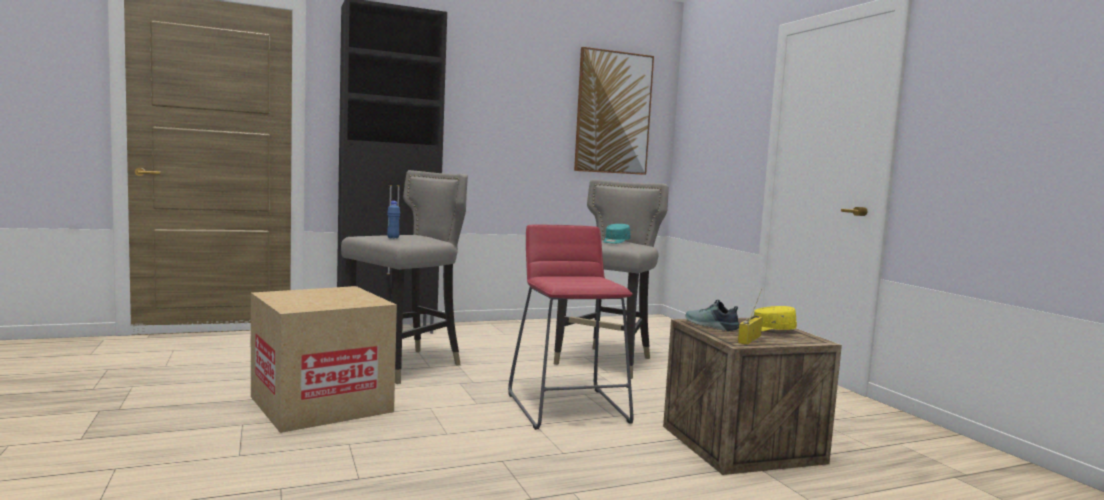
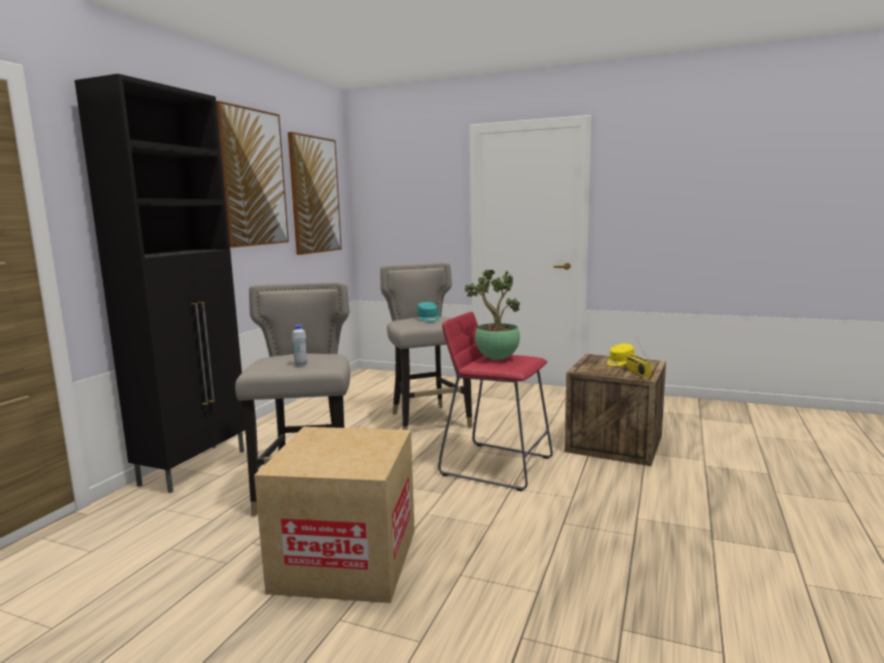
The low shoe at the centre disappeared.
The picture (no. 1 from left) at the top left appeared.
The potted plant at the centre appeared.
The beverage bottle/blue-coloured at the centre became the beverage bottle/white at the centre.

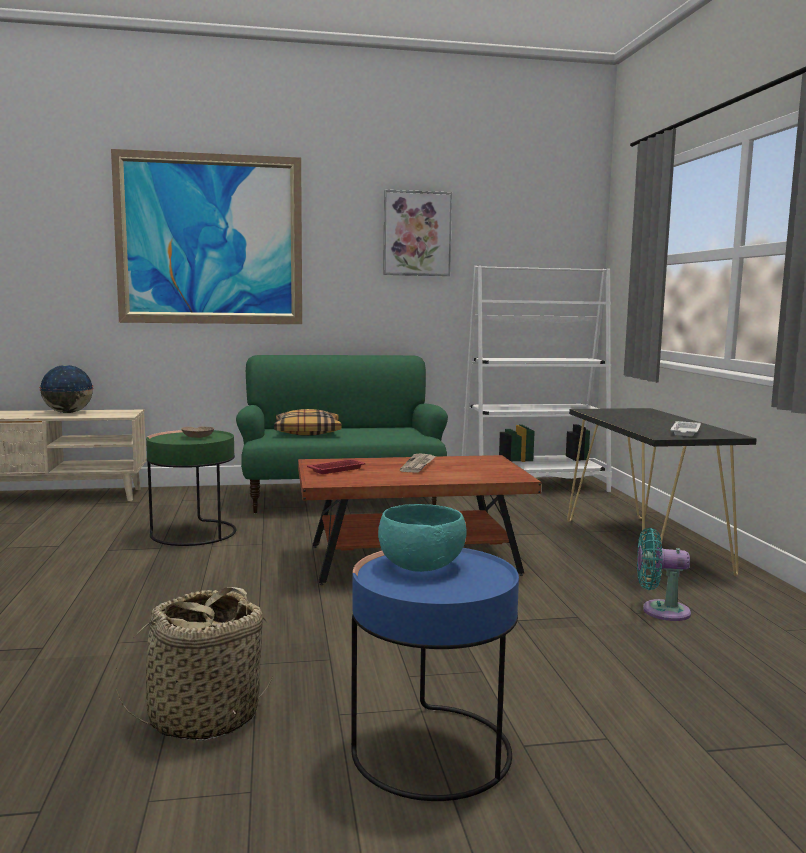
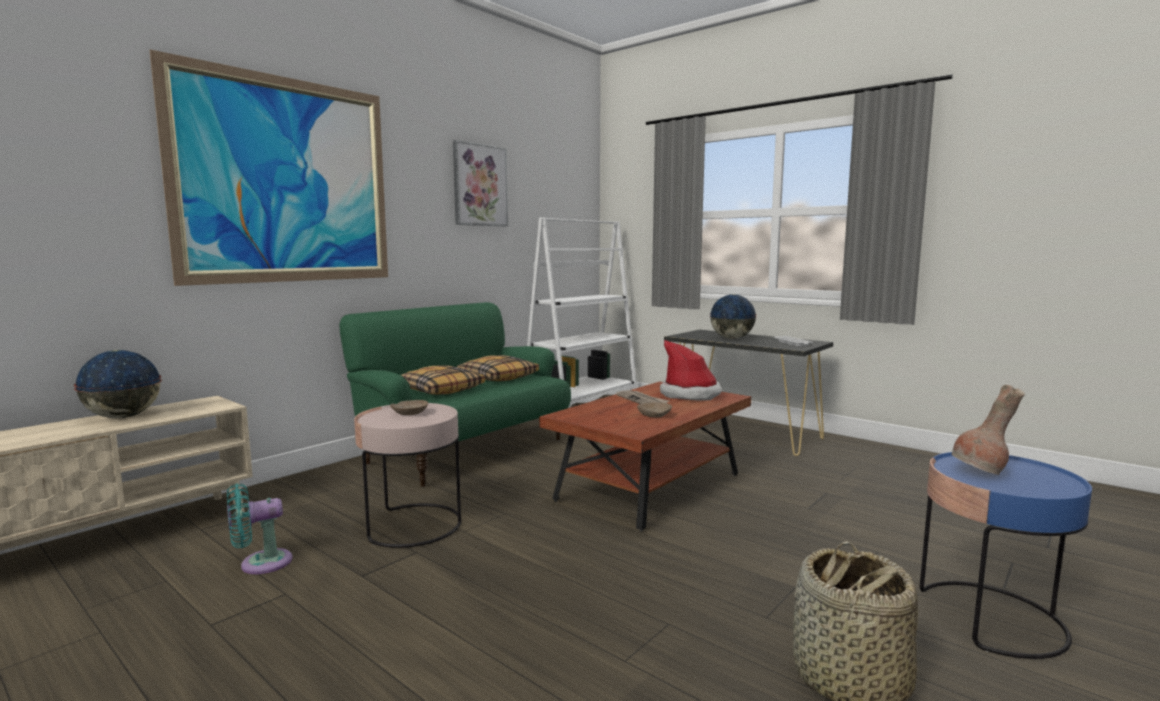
The tray/reddish at the centre disappeared.
The pillow (no. 2 from left) at the centre appeared.
The serving bowl/sand-coloured (no. 2 from left) at the centre appeared.
The clothing hat at the centre appeared.
The world globe (no. 2 from left) at the centre appeared.
The fan/turquoise-coloured moved from the bottom right to the bottom left.
The serving bowl/turquoise-coloured at the centre was replaced by the vase/brown at the middle right.
The accent table/greenish at the middle left became the accent table/pinkish at the bottom centre.

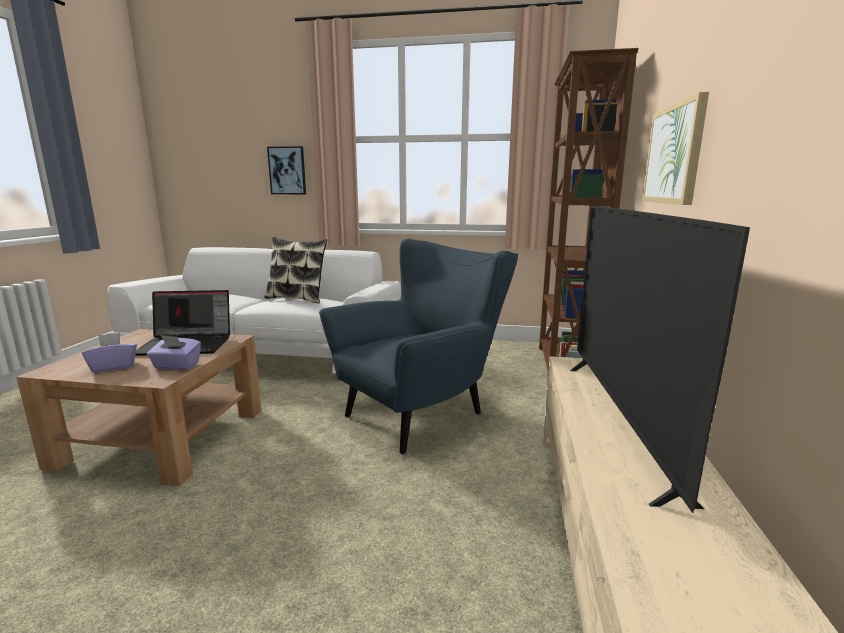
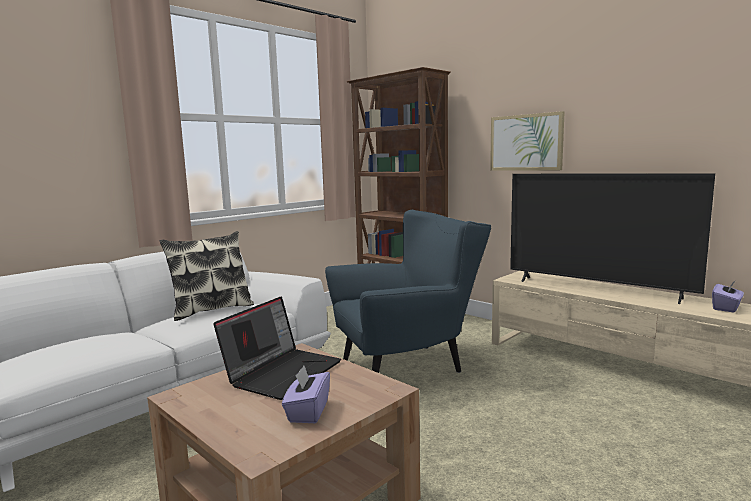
The picture (no. 1 from left) at the top centre disappeared.
The box of tissues/purplish (no. 2 from left) moved from the middle left to the middle right.
The lounge chair/blue-coloured at the centre turned 75 degrees clockwise.

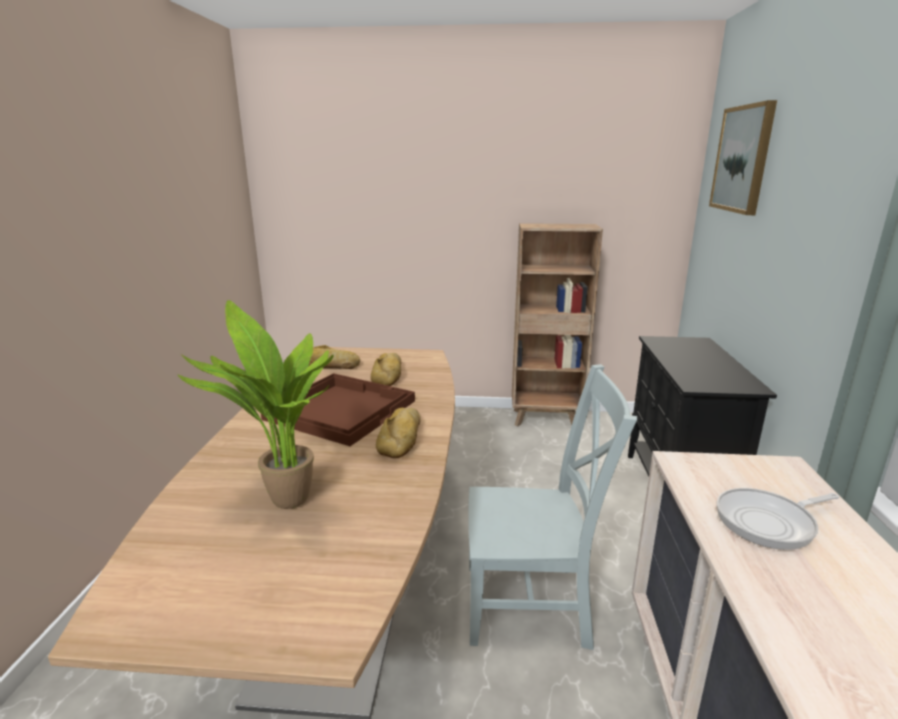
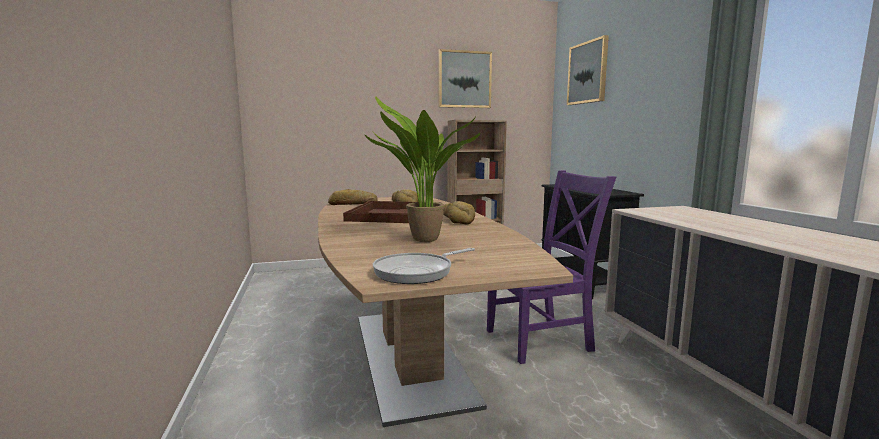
The picture (no. 1 from left) at the top centre appeared.
The skillet moved from the bottom right to the centre.
The upright chair/grey at the bottom centre became the upright chair/purplish at the centre.

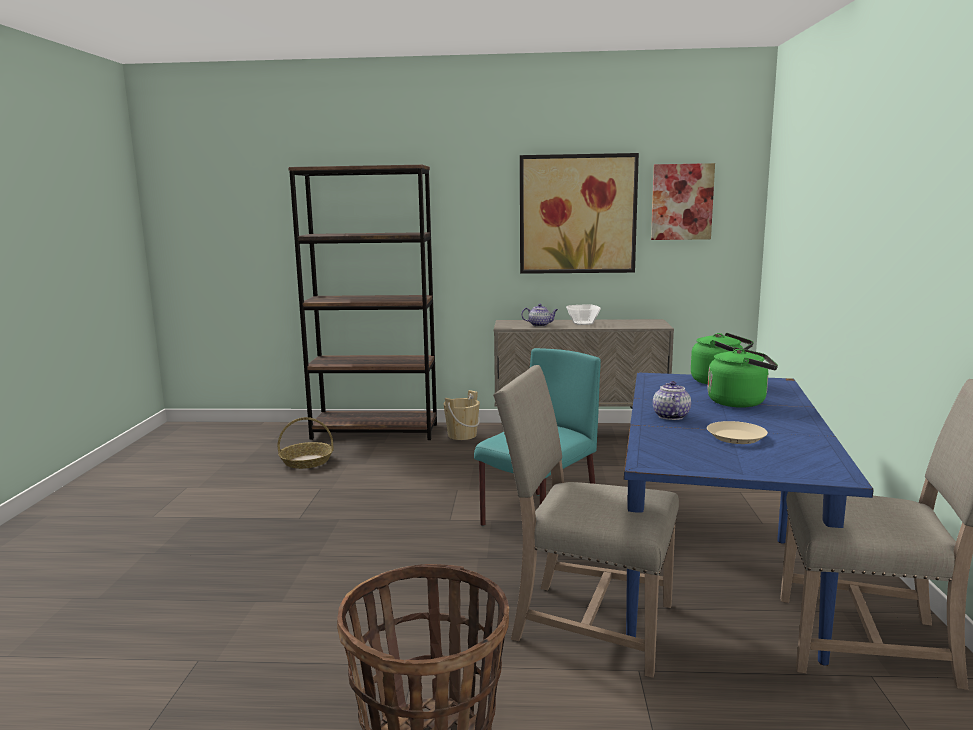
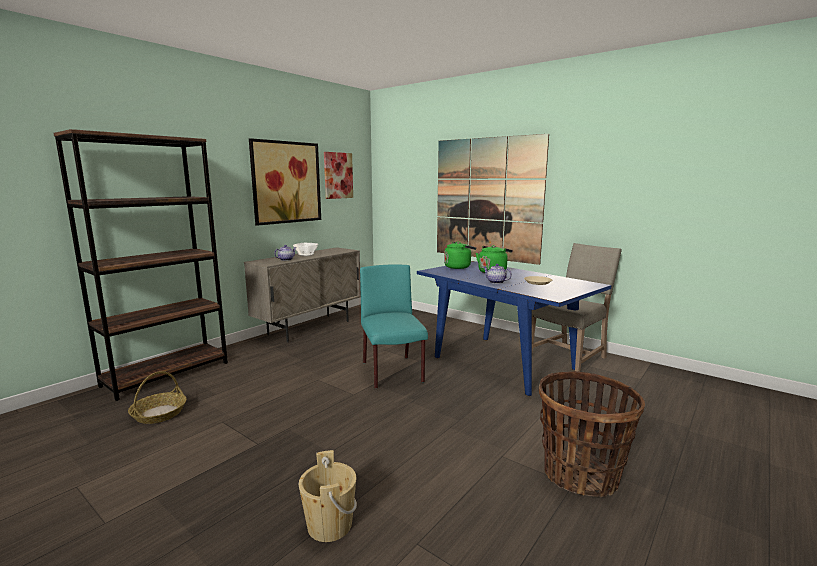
The upright chair/sand-coloured (no. 1 from left) at the bottom centre disappeared.
The picture (no. 3 from left) at the centre appeared.
The pail/sand-coloured moved from the centre to the bottom centre.

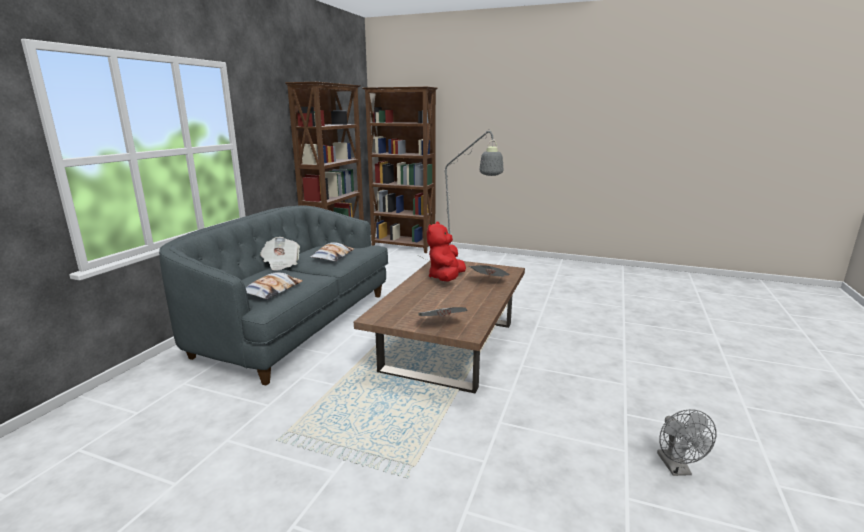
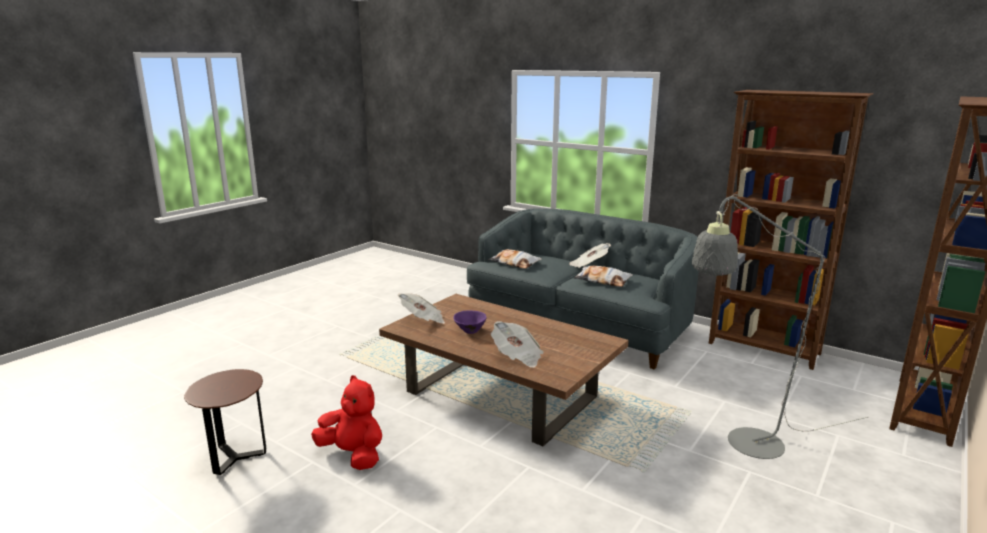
The serving bowl/purplish at the centre appeared.
The plush toy/reddish moved from the centre to the bottom centre.
The fan/grey at the bottom right was replaced by the accent table/brown at the bottom left.

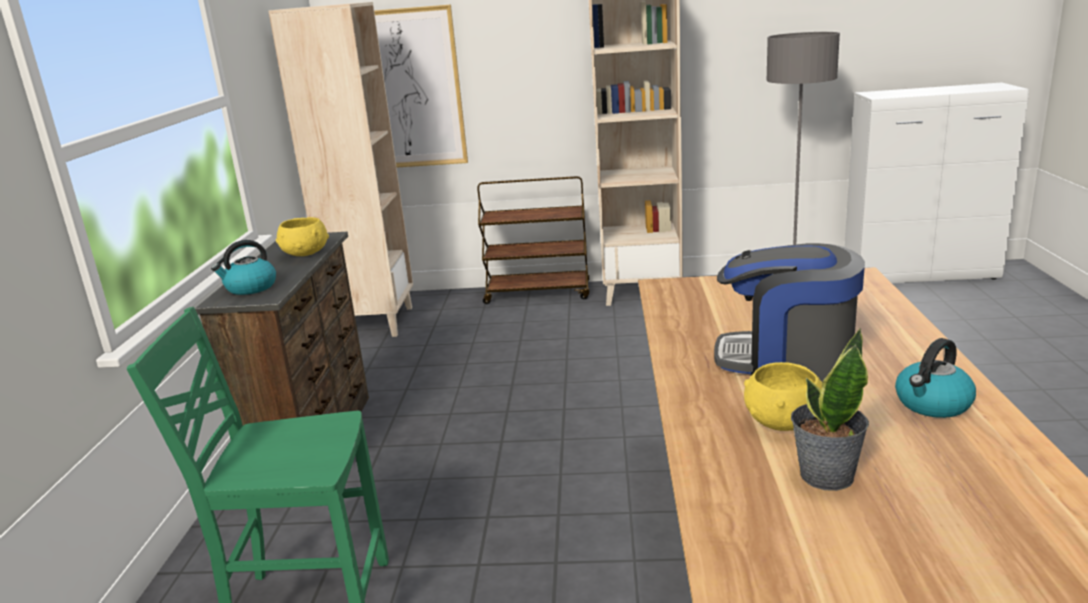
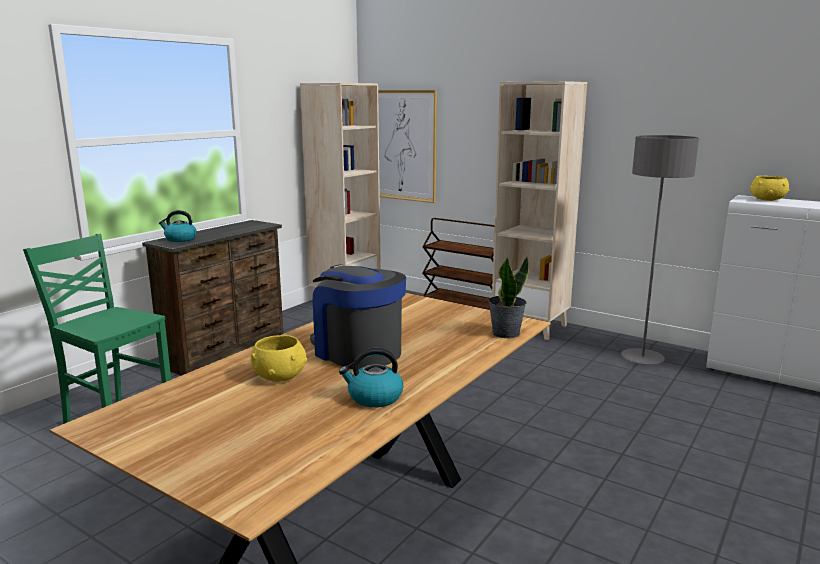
The serving bowl/yellowish (no. 1 from left in the first image) moved from the middle left to the middle right.
The potted plant moved from the bottom right to the centre.

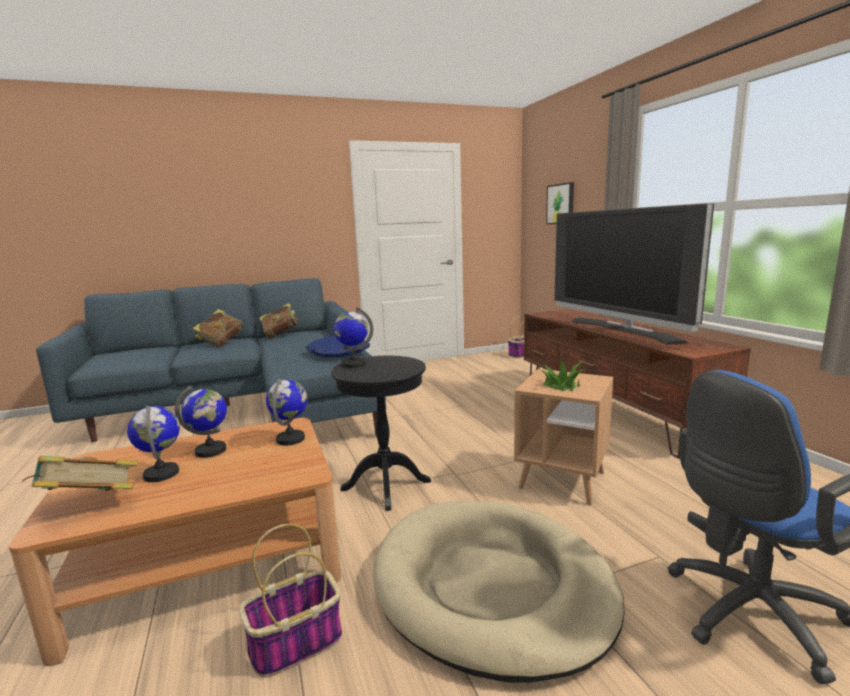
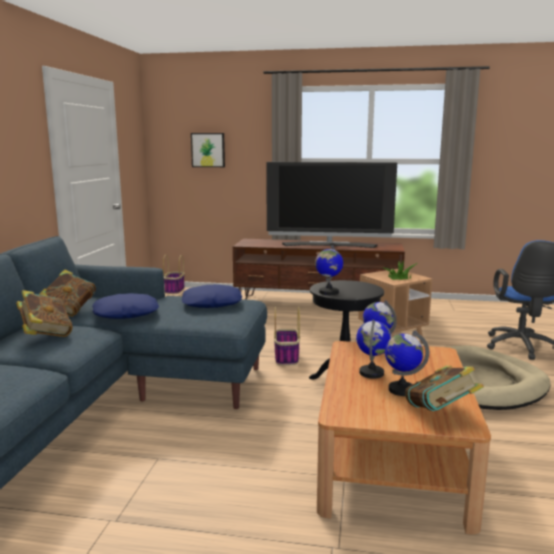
The pillow/blue-coloured (no. 1 from left) at the middle left appeared.
The household basket (no. 1 from left in the first image) moved from the bottom centre to the centre.

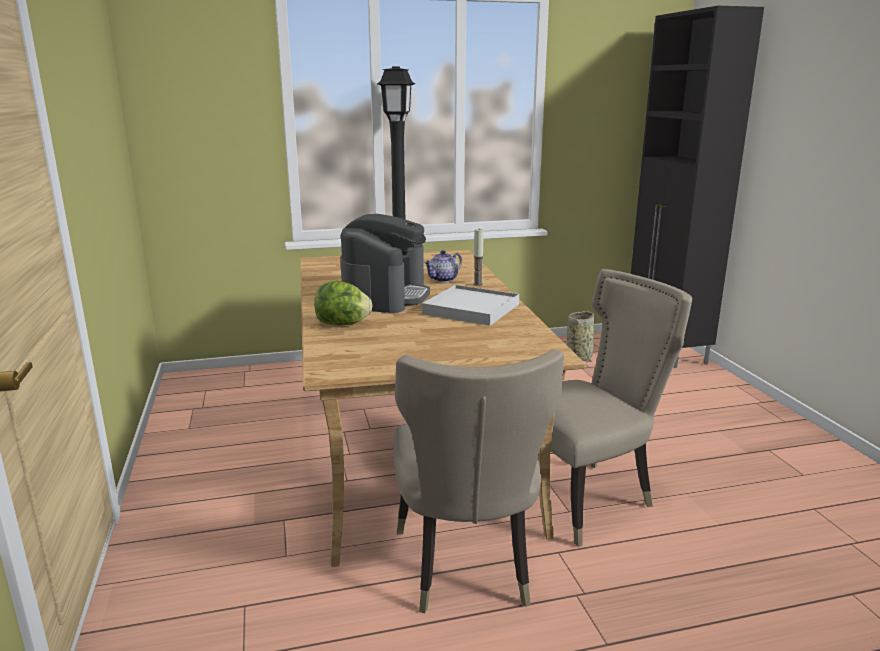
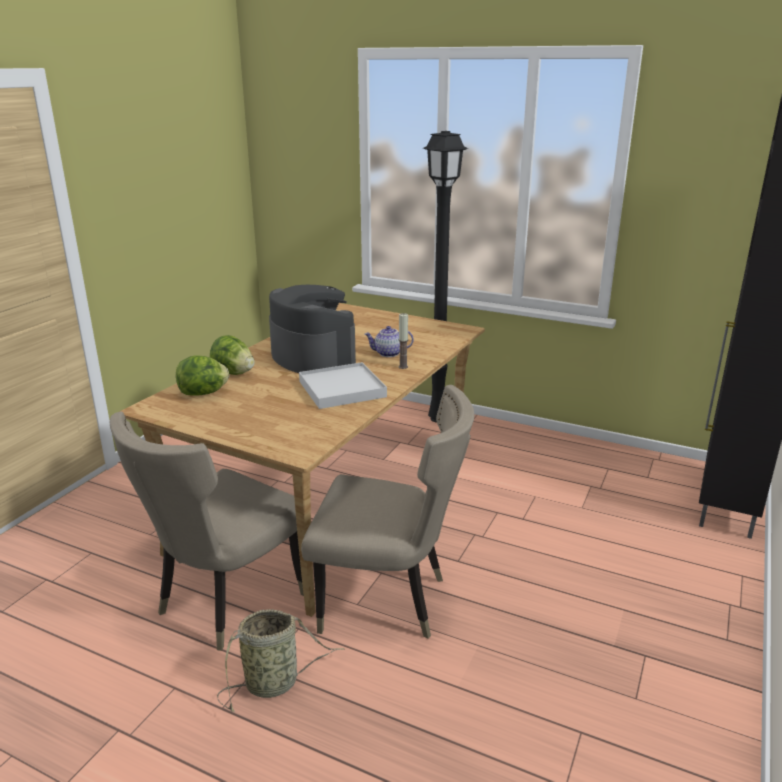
The head of lettuce (no. 1 from left) at the middle left appeared.
The household basket moved from the centre to the bottom centre.
The coffee maker at the centre turned 90 degrees counterclockwise.

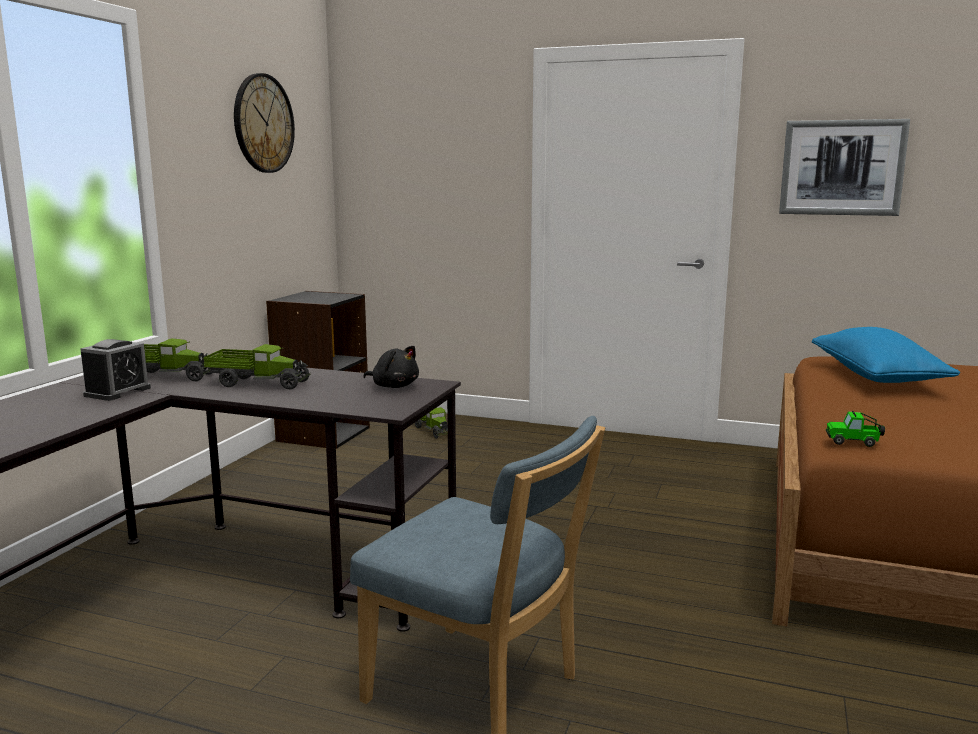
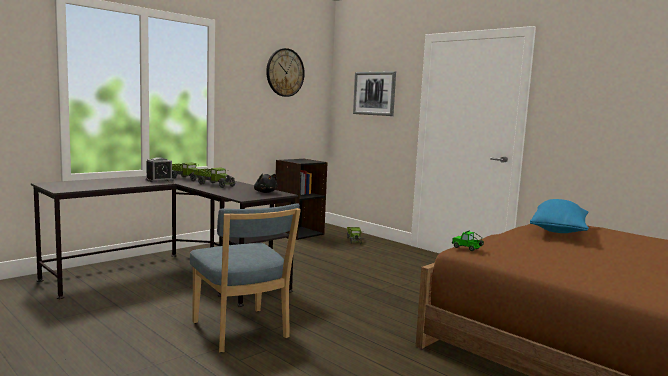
The picture moved from the top right to the top centre.

